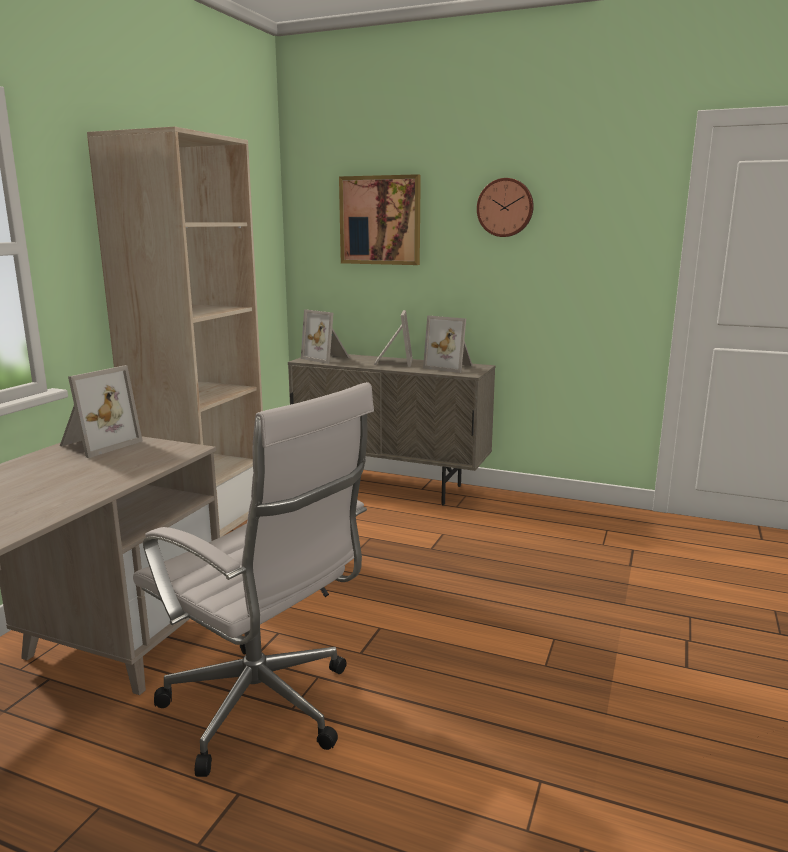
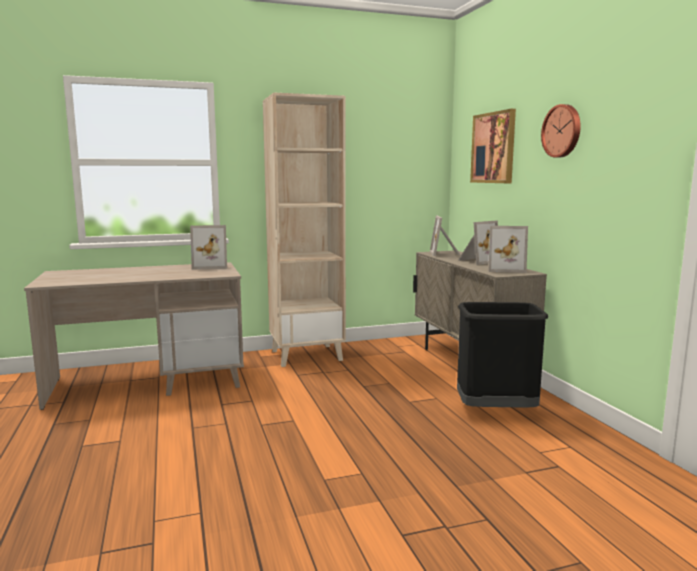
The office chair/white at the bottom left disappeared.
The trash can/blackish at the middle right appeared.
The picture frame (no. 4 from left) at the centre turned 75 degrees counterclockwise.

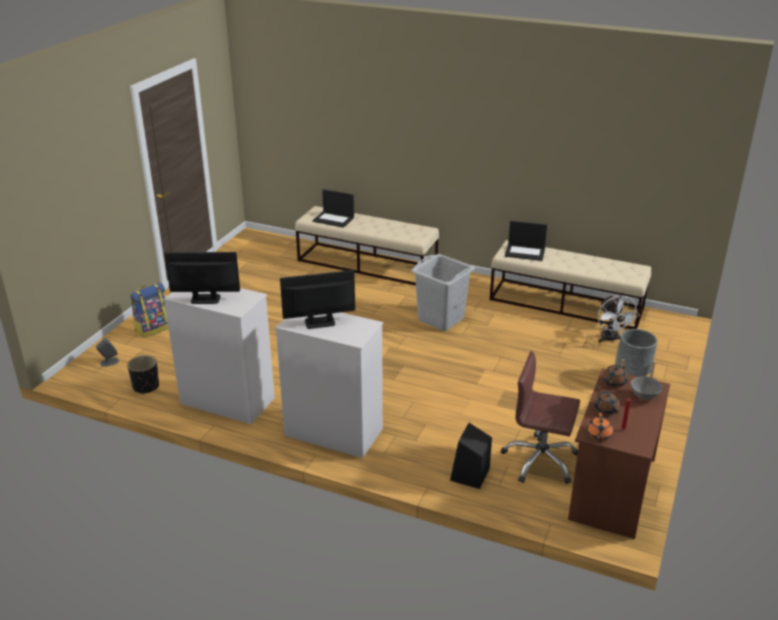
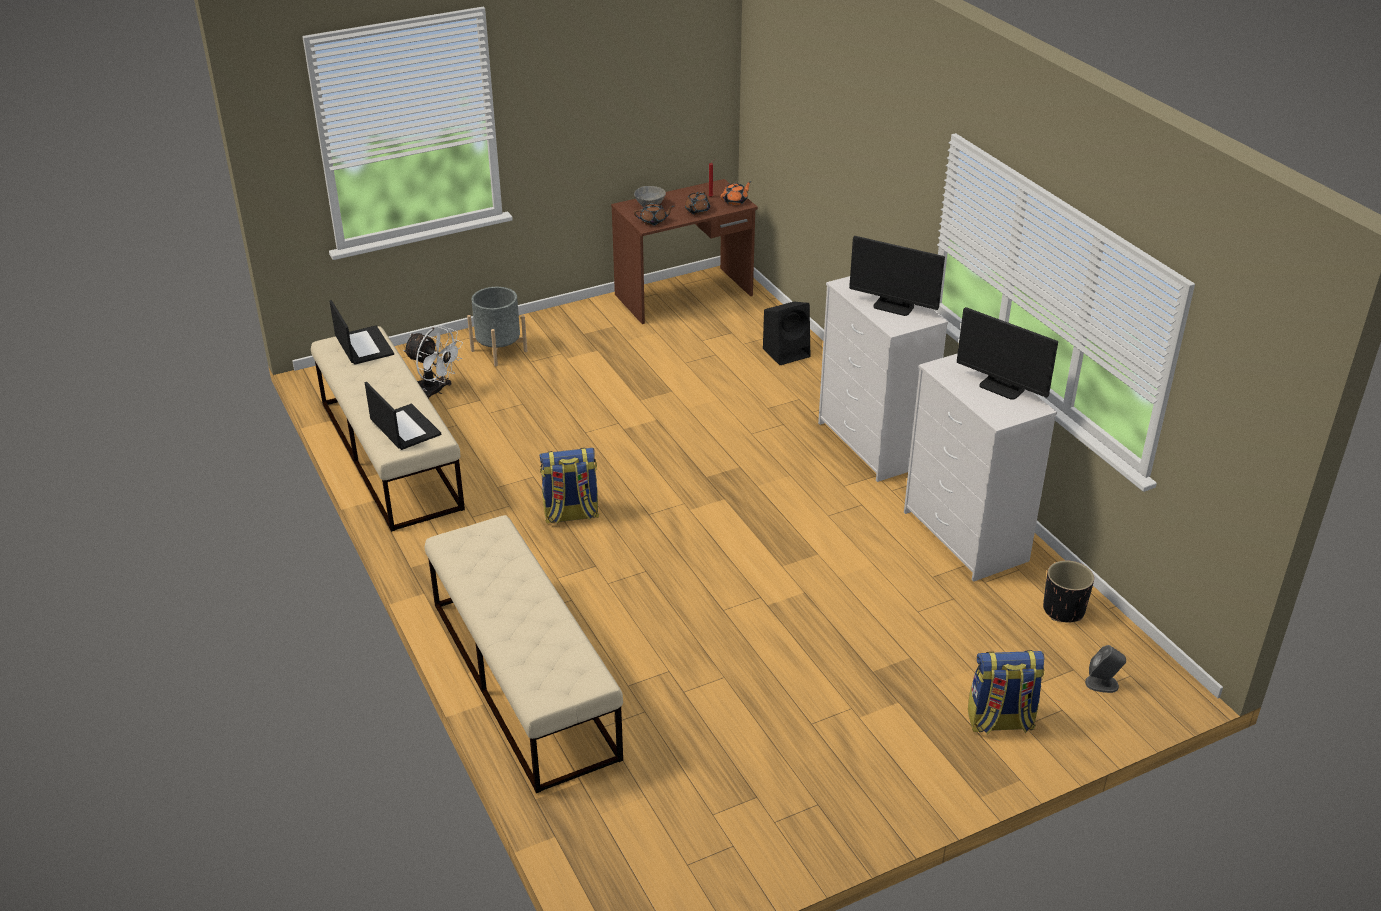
The office chair/brown at the bottom right disappeared.
The laptop (no. 1 from left) moved from the centre to the middle left.
The laundry basket/grey at the centre was replaced by the backpack (no. 1 from left) at the centre.
The fan/white at the middle right turned 90 degrees clockwise.

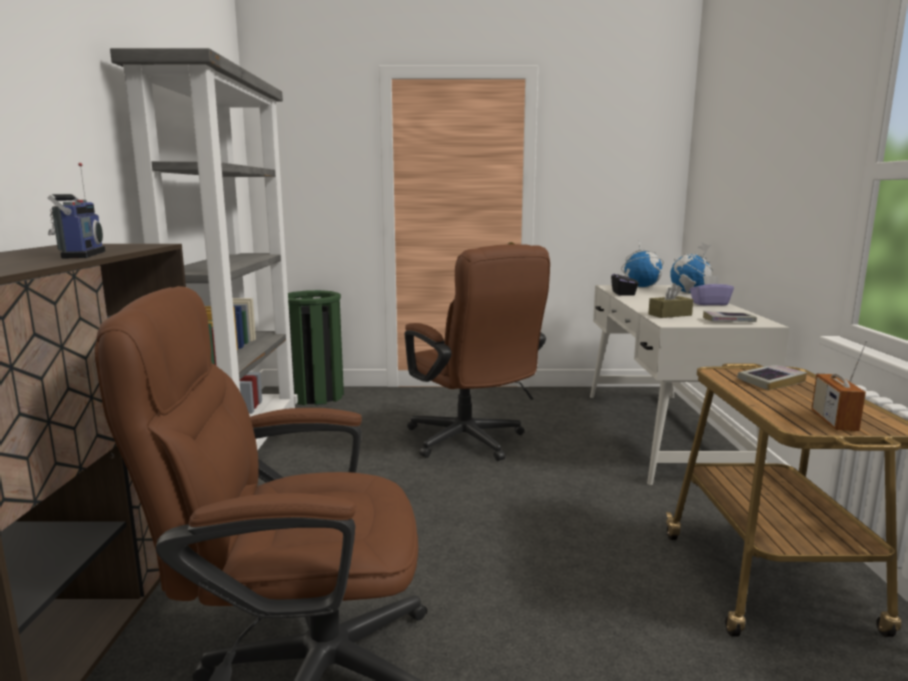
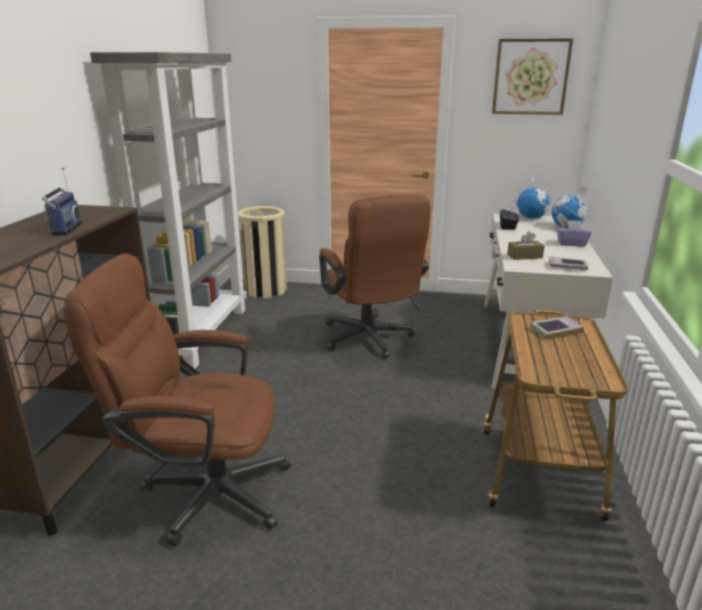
The radio (no. 2 from left) at the middle right disappeared.
The picture at the top right appeared.
The trash can/greenish at the centre became the trash can/sand-coloured at the centre.

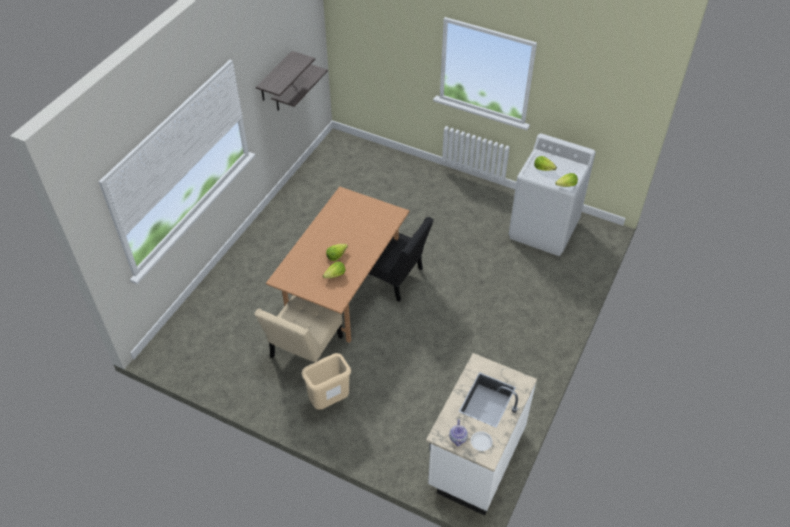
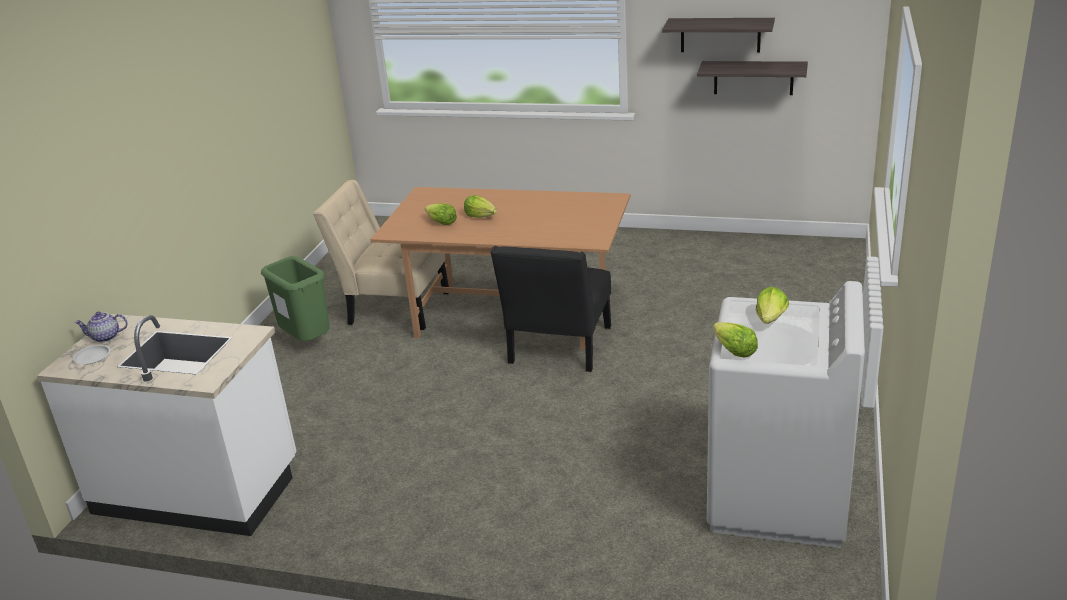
The trash can/sand-coloured at the bottom centre became the trash can/greenish at the middle left.

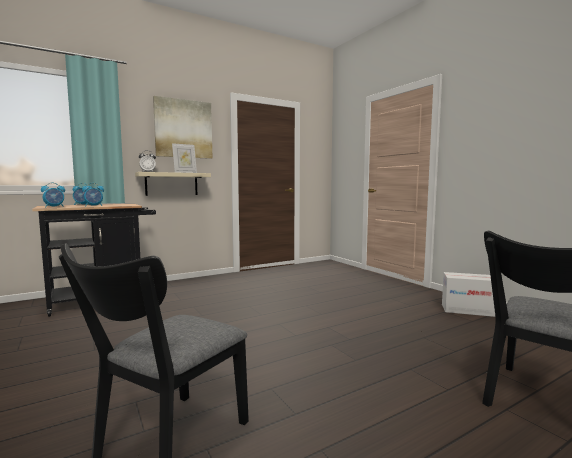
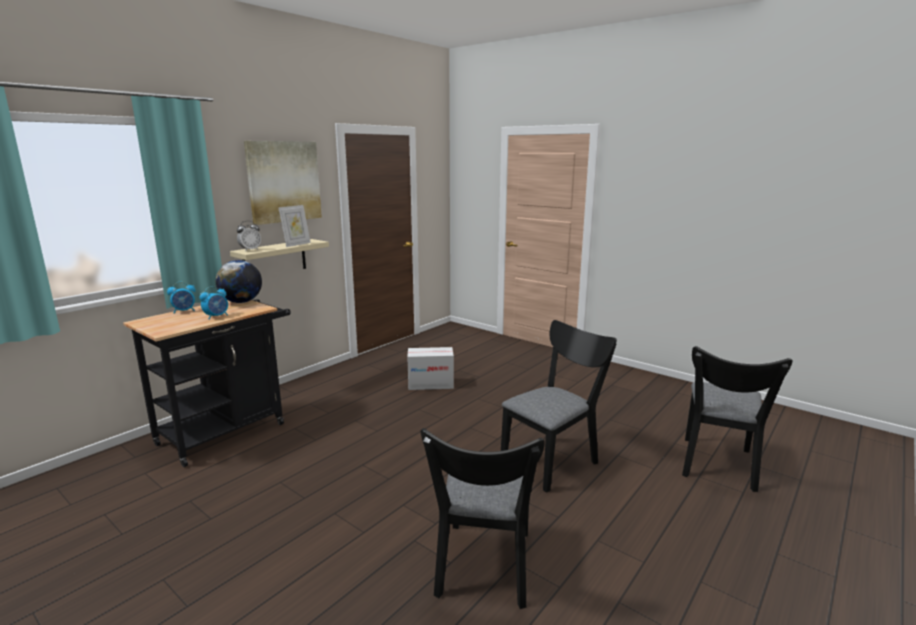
The bedside clock (no. 1 from left) at the middle left disappeared.
The world globe at the middle left appeared.
The upright chair/blackish (no. 2 from left) at the centre appeared.
The packing box moved from the middle right to the centre.

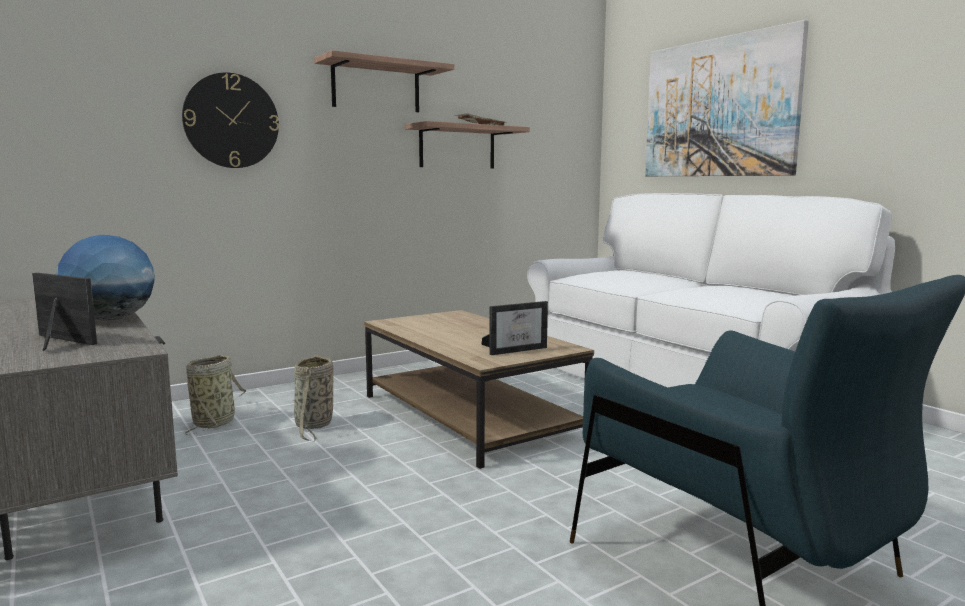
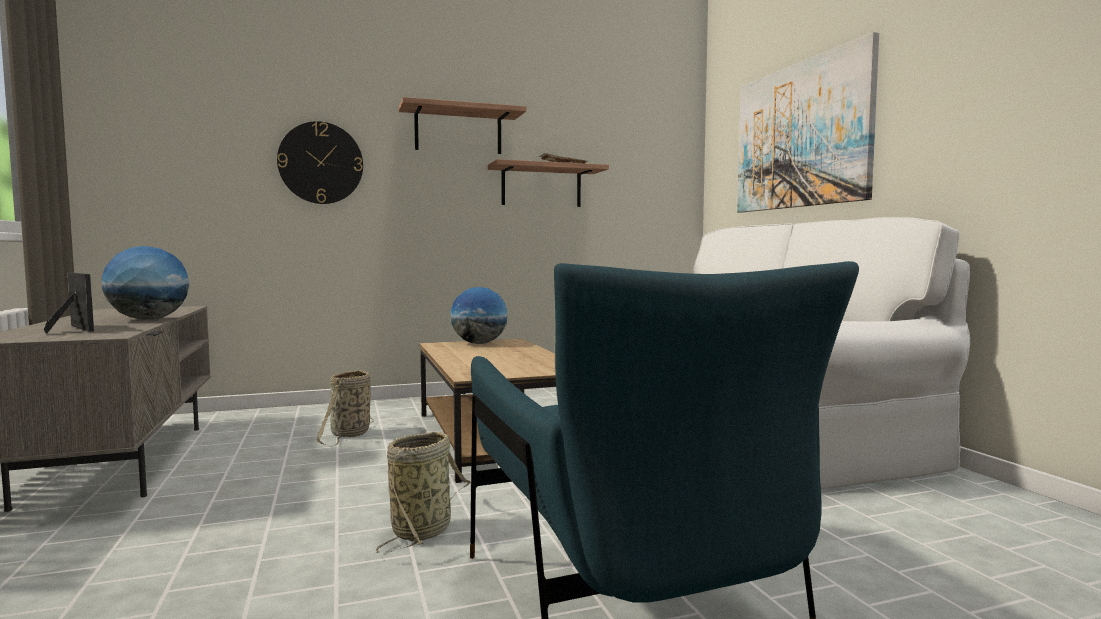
The picture frame (no. 2 from left) at the centre disappeared.
The world globe (no. 2 from left) at the centre appeared.
The household basket (no. 1 from left in the first image) moved from the middle left to the bottom centre.

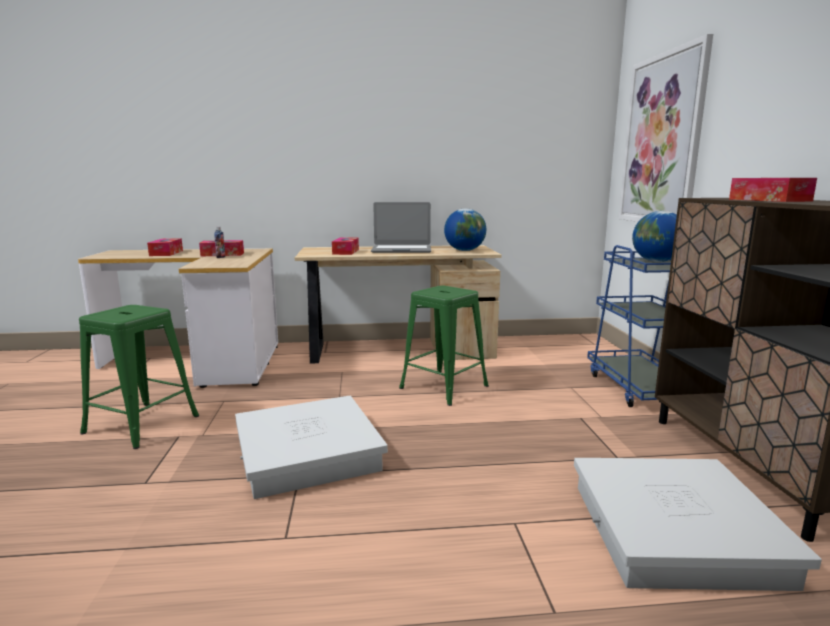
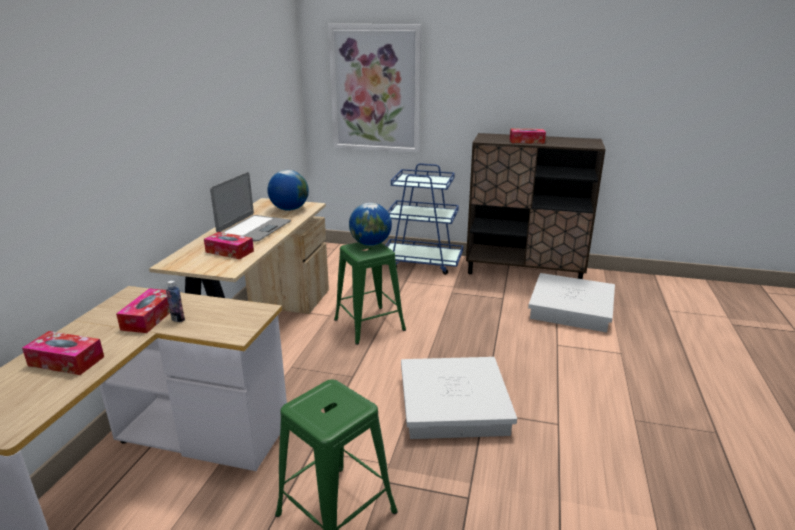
The world globe (no. 2 from left) moved from the middle right to the centre.

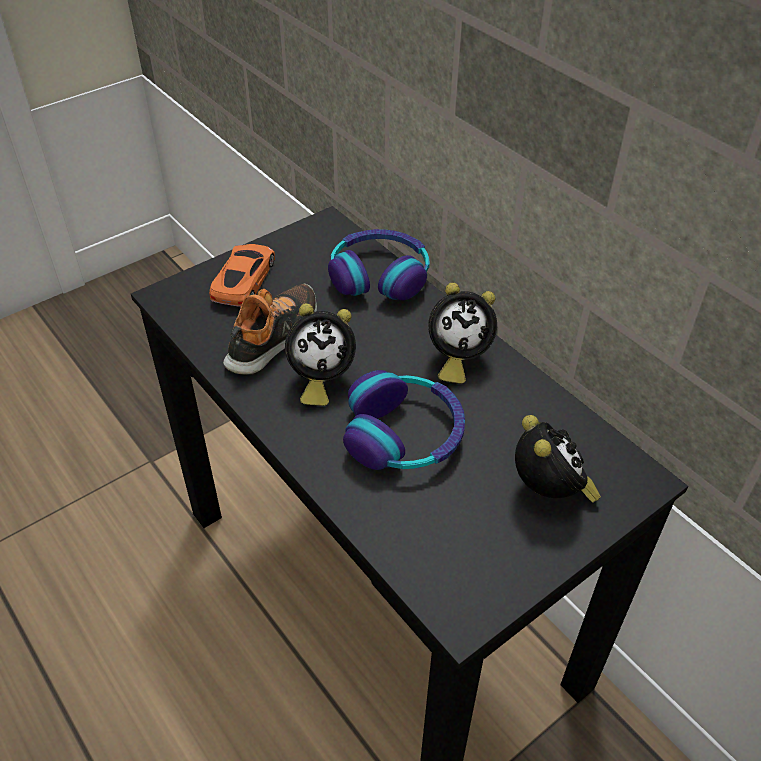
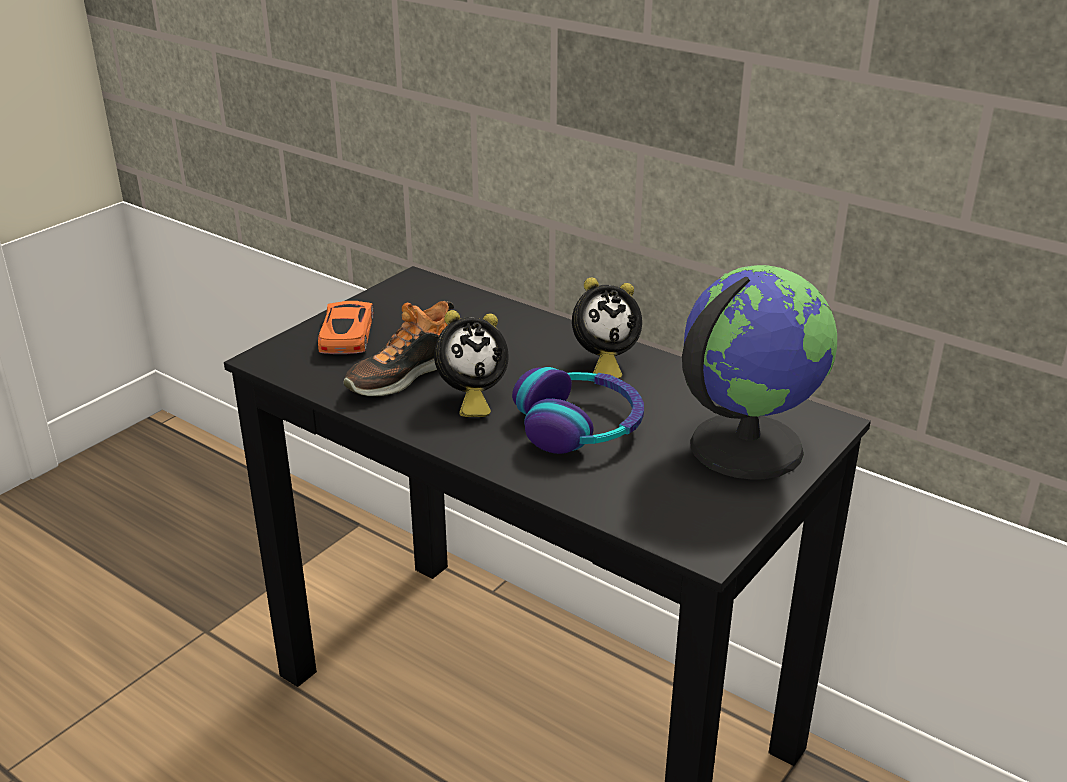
The pair of headphones (no. 1 from left) at the centre disappeared.
The bedside clock (no. 3 from left) at the middle right was replaced by the world globe at the middle right.
The low shoe at the centre turned 150 degrees counterclockwise.

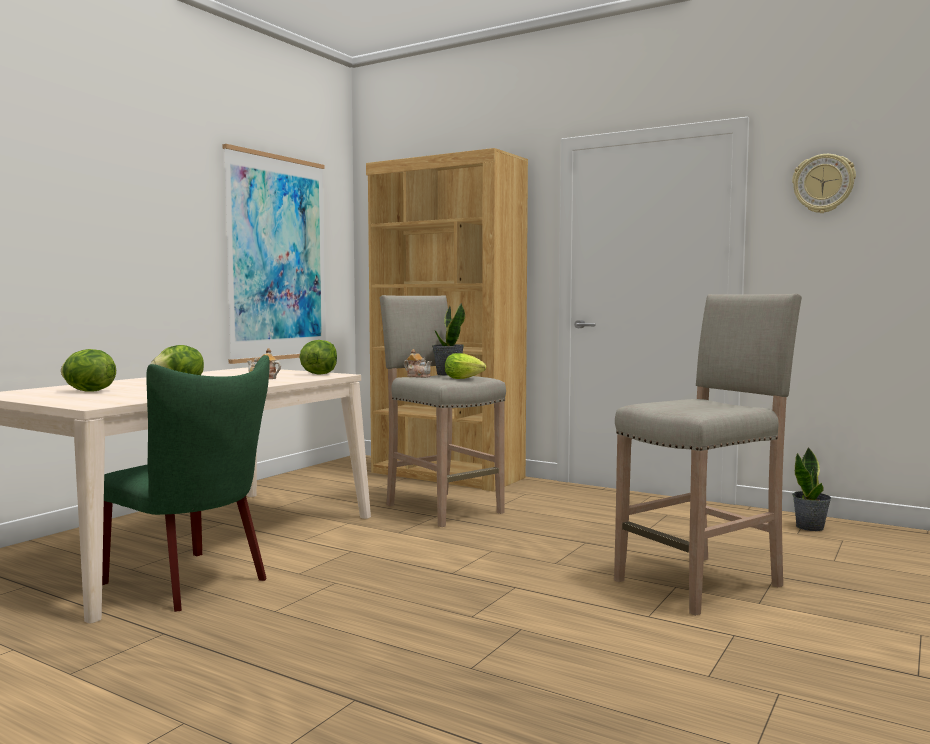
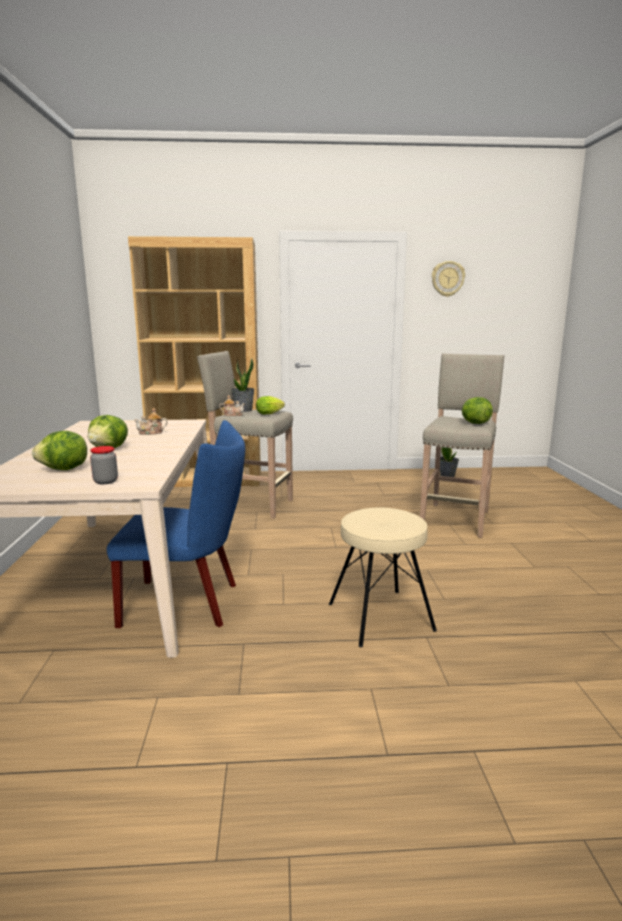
The picture at the middle left disappeared.
The jar at the middle left appeared.
The sitting stool/sand-coloured (no. 2 from left) at the centre appeared.
The head of lettuce (no. 3 from left in the first image) moved from the centre to the middle right.
The upright chair/greenish at the middle left became the upright chair/blue-coloured at the middle left.

